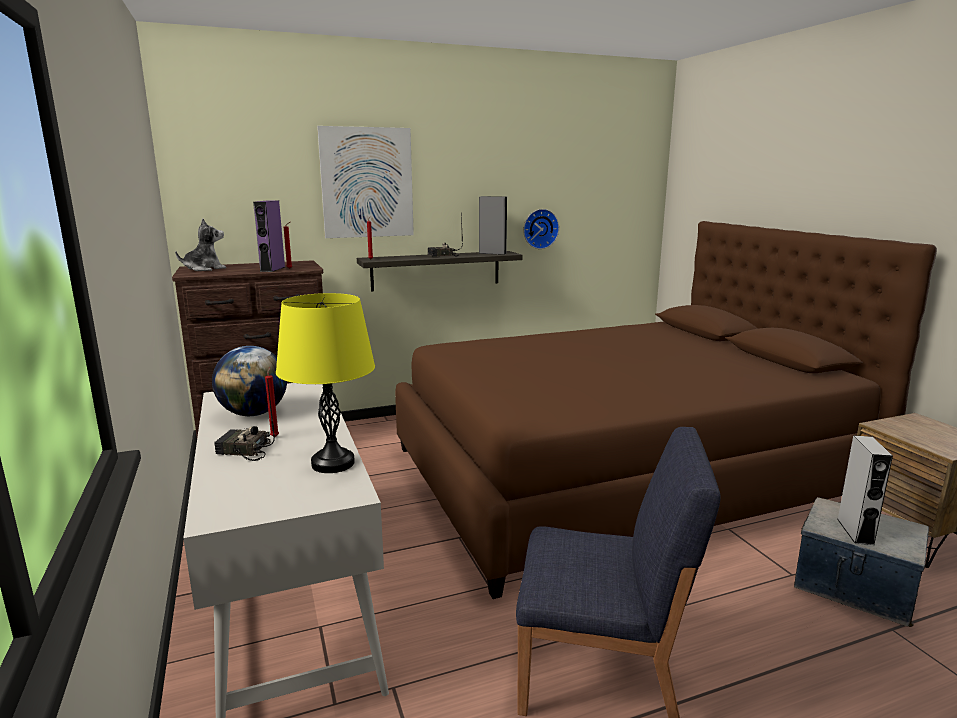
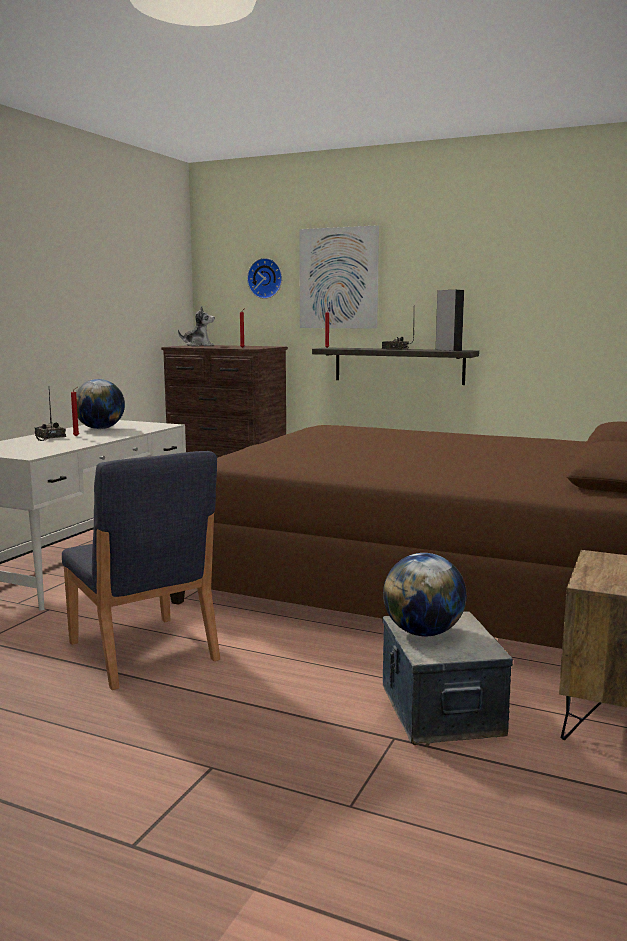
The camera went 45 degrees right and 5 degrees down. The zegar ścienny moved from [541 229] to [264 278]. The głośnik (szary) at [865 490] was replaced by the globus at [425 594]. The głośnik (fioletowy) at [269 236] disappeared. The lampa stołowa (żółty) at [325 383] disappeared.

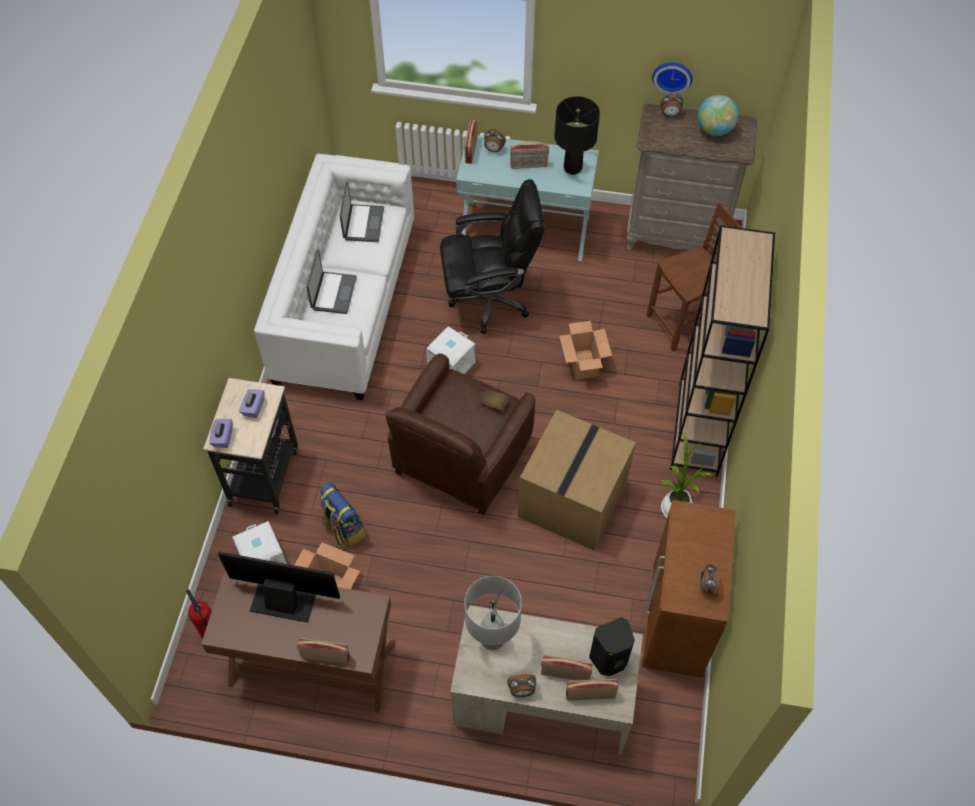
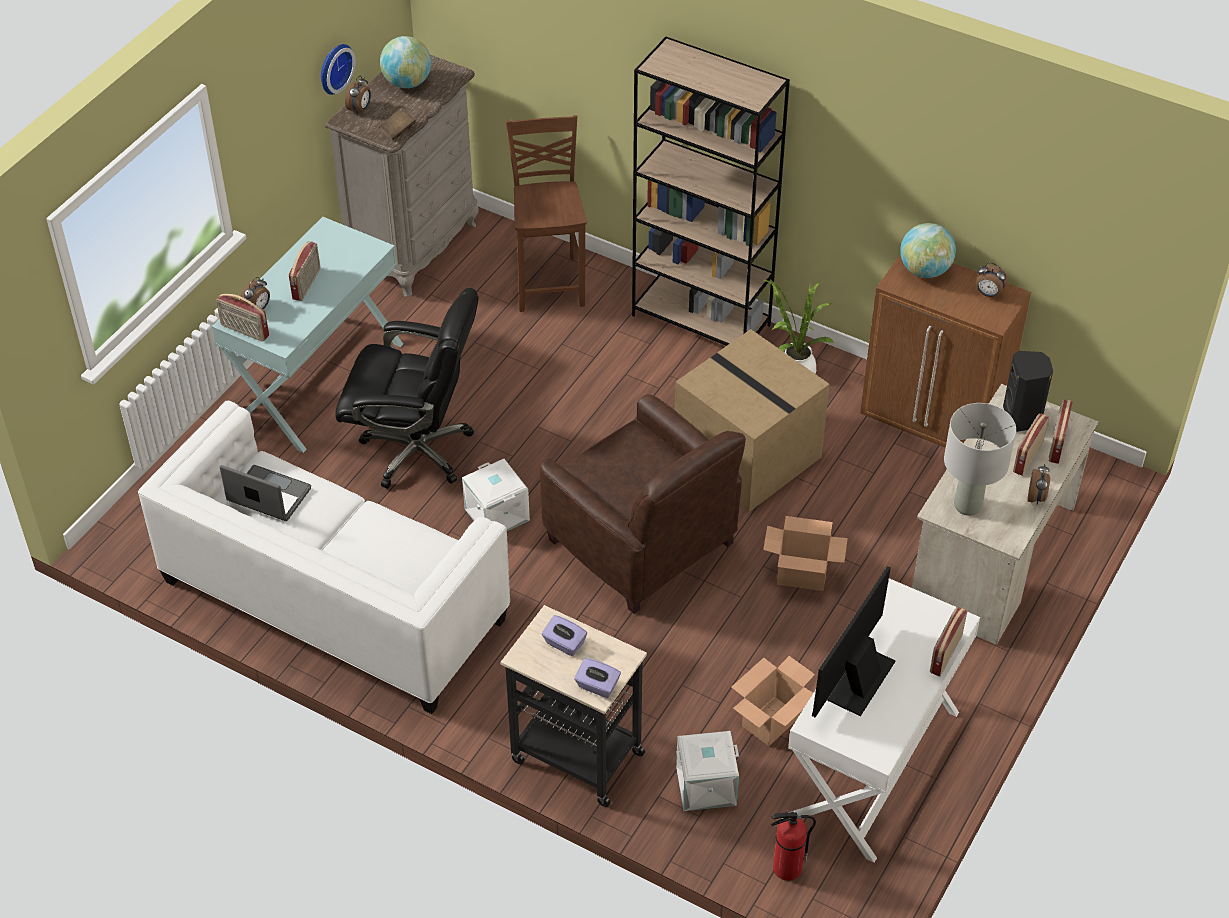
The camera went 70 degrees left and 10 degrees down. The krzesło biurowe (czarny) at [492 256] turned 90 degrees clockwise. The książka (brązowy) moved from [494 400] to [397 124]. The karton moved from [585 350] to [805 553]. The biurko (brązowy) at [298 641] became the biurko (biały) at [881 720]. The globus at [928 250] appeared. The laptop at [331 281] disappeared. The plecak at [342 516] disappeared. The lampa stołowa (czarny) at [577 135] disappeared.

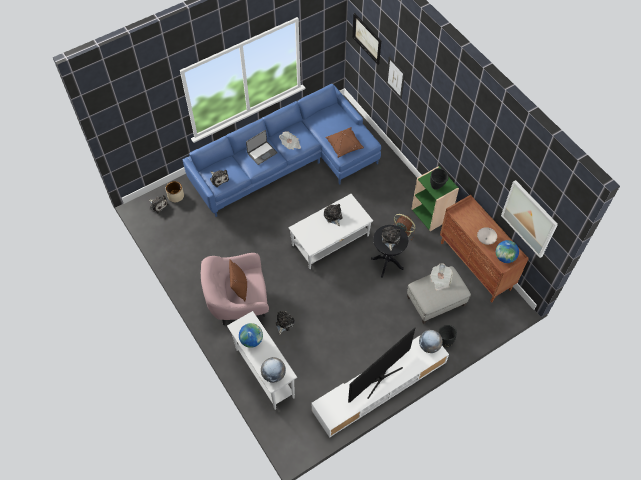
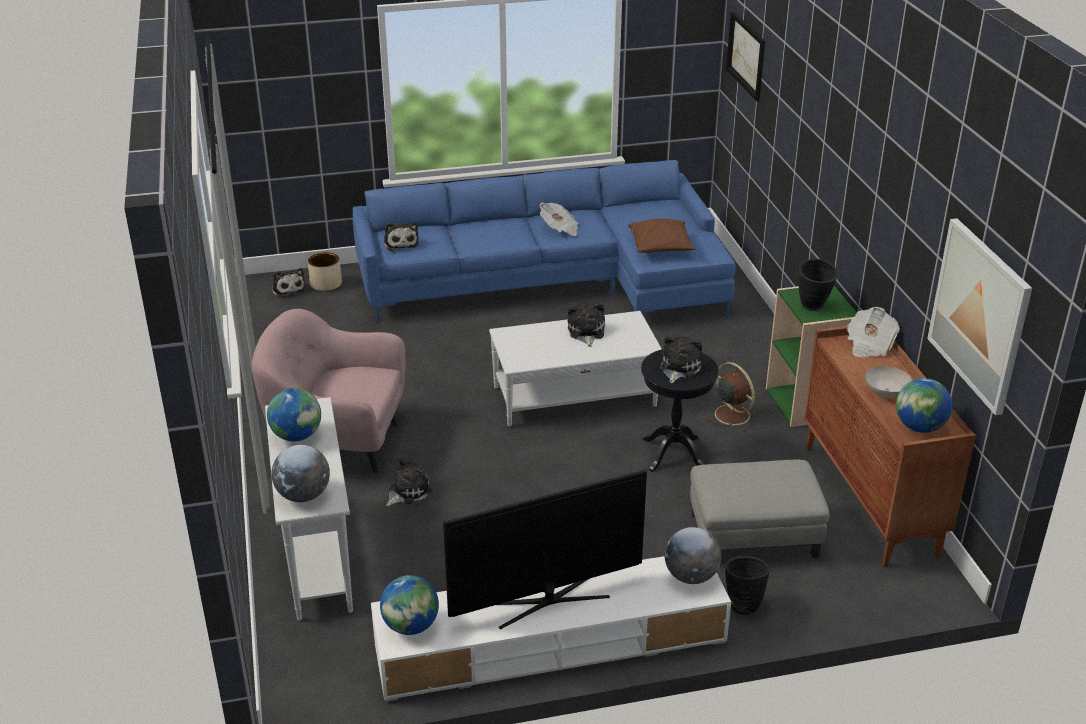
The camera went 20 degrees right and 25 degrees down. The globus at [409 605] appeared. The gazeta moved from [441 276] to [873 332]. The poduszka (brązowy) at [238 280] disappeared. The laptop at [262 147] disappeared. The obraz at [395 78] disappeared.

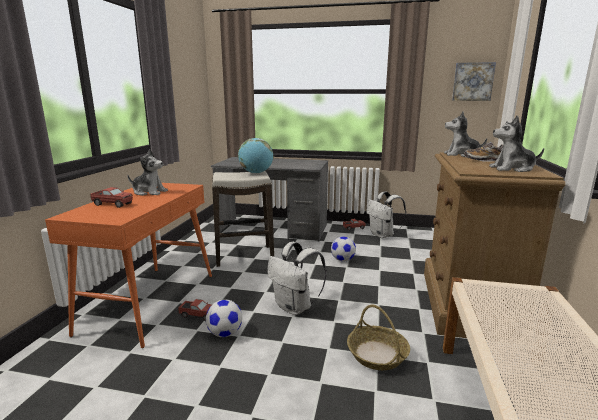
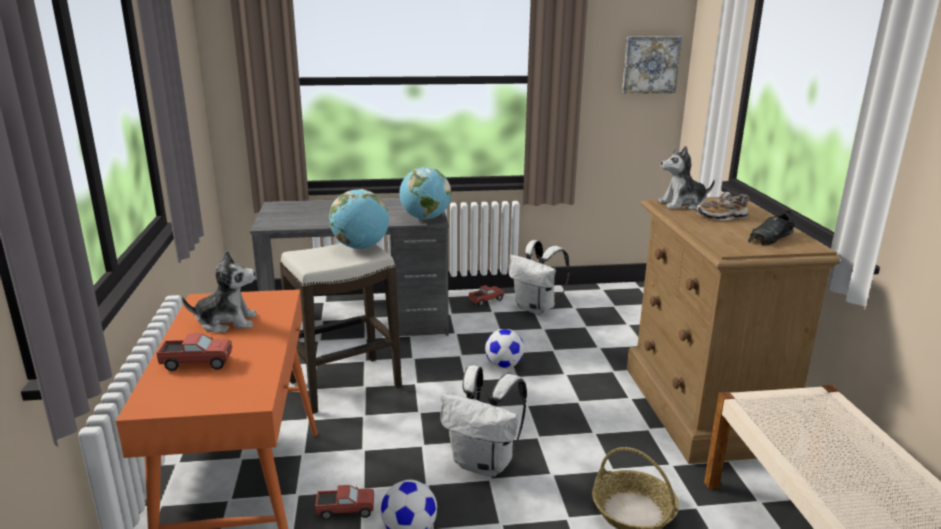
The camera went 20 degrees left and 5 degrees up. The globus at [425 193] appeared. The pluszak at [516 143] was replaced by the but (czarny) at [771 228].

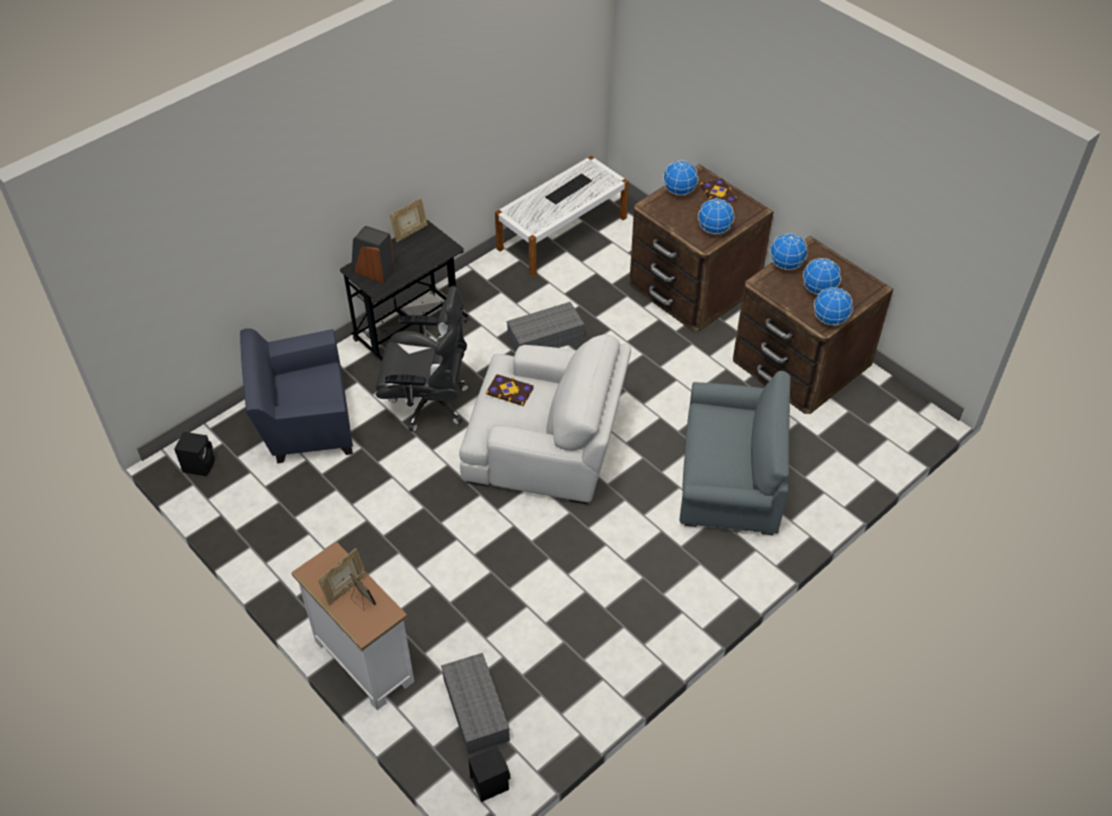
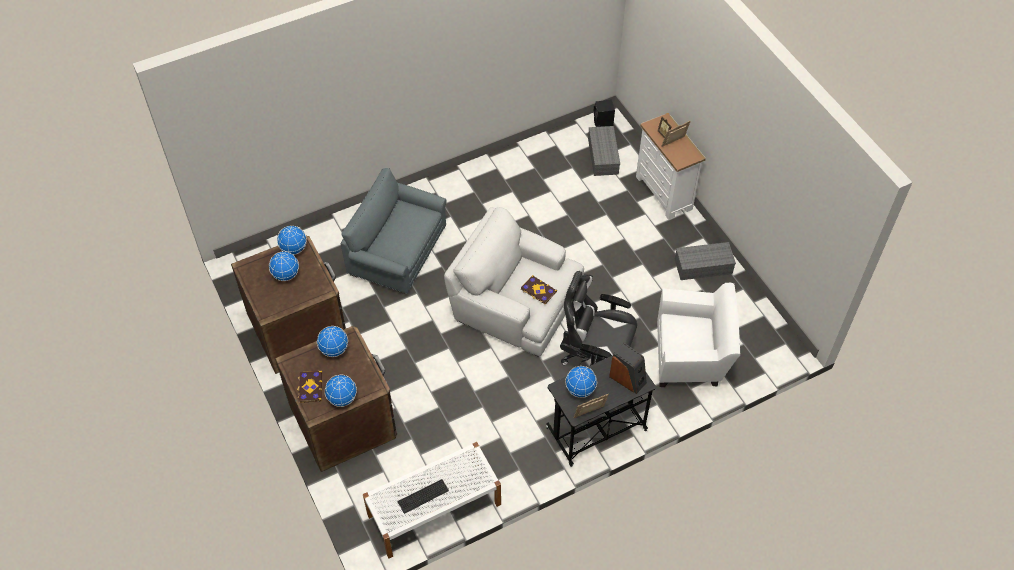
The camera went 165 degrees left and 5 degrees up. The globus moved from [789 251] to [581 382]. The fotel (niebieski) at [296 395] became the fotel (biały) at [698 334]. The pojemnik do przechowywania (szary) moved from [546 326] to [705 261]. The głośnik (czarny) at [194 454] disappeared.

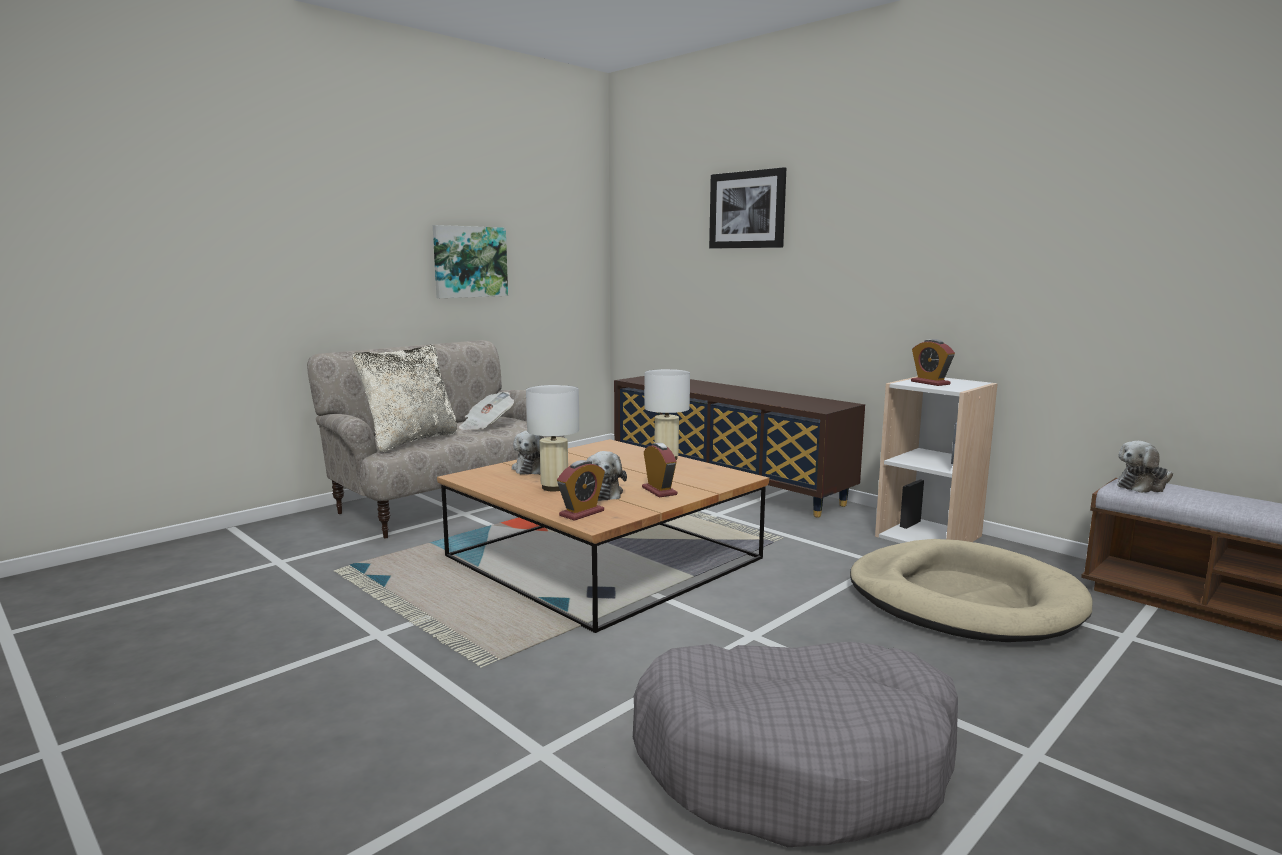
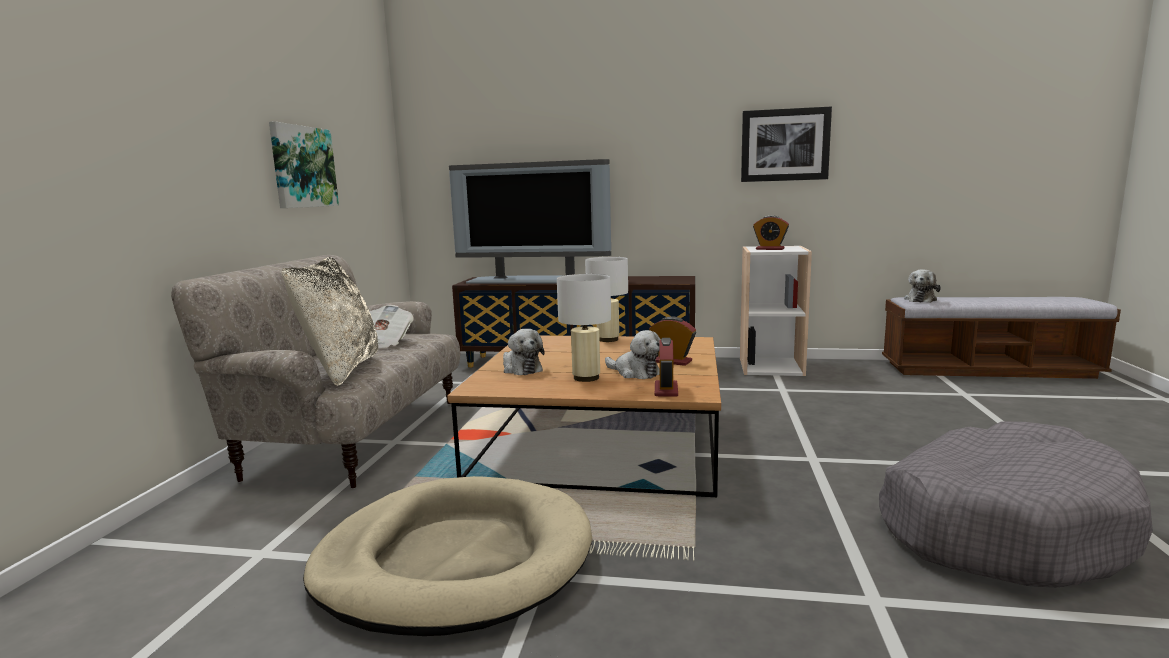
The camera went 35 degrees left and 0 degrees up. The legowisko (beżowy) moved from [971 590] to [447 556]. The telewizor at [530 221] appeared. The obraz moved from [747 208] to [786 144].

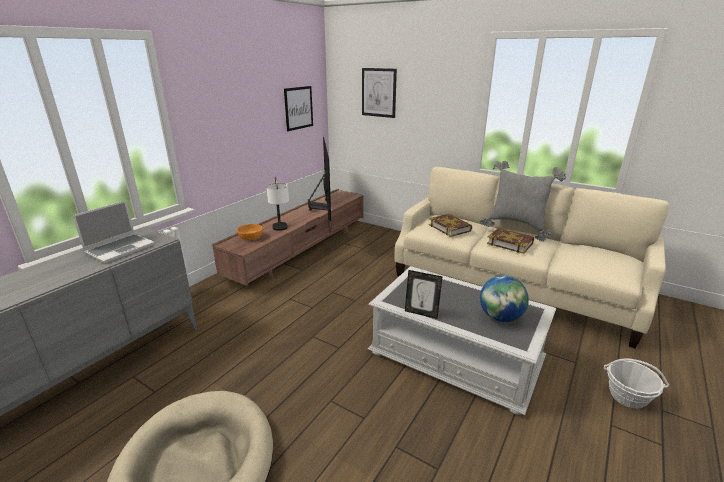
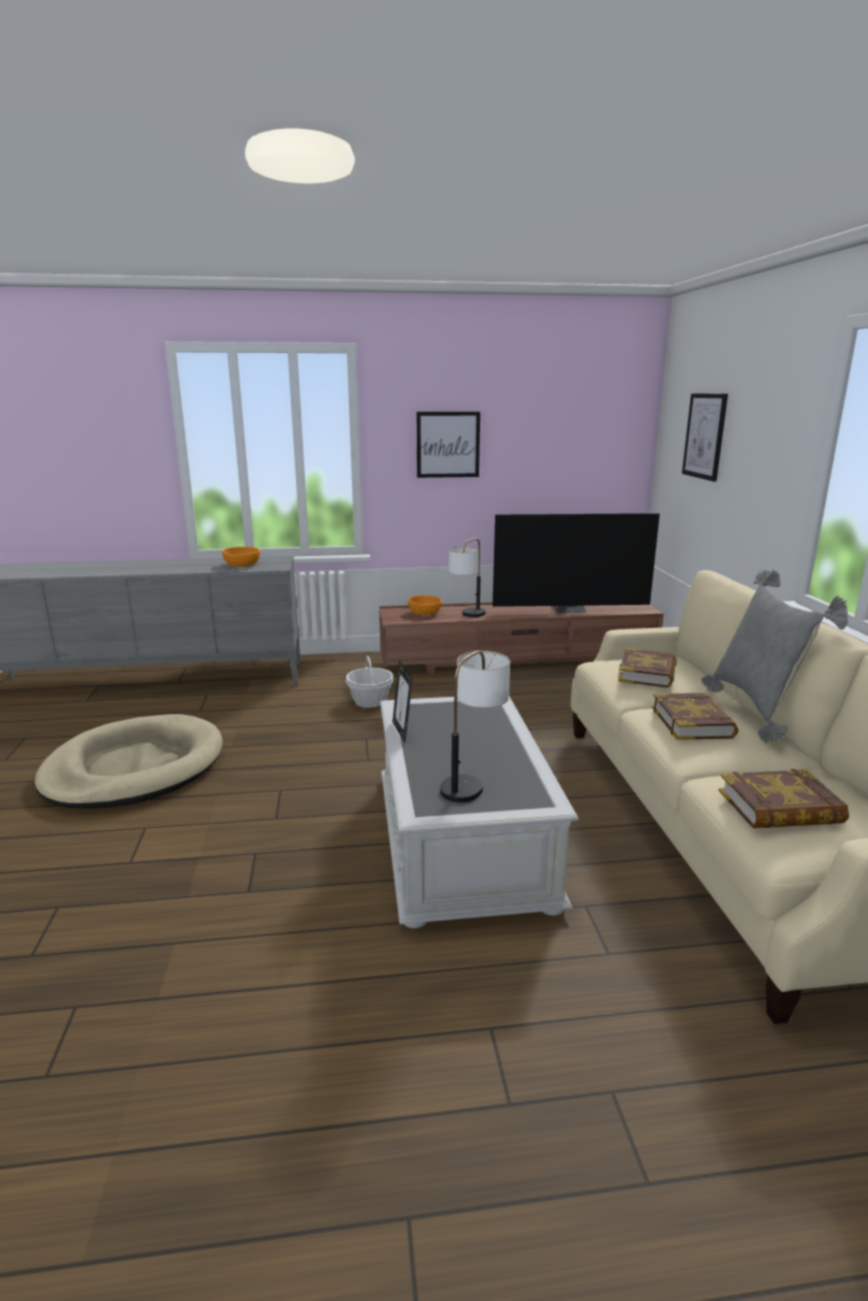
The camera went 50 degrees right and 5 degrees down. The laptop at [113 231] was replaced by the miska (pomarańczowy) at [241 557]. The koszyk moved from [636 383] to [369 682]. The obraz moved from [298 108] to [448 445]. The globus at [504 298] was replaced by the lampa stołowa at [475 726]. The telewizor at [319 179] turned 45 degrees clockwise. The książka at [784 798] appeared.

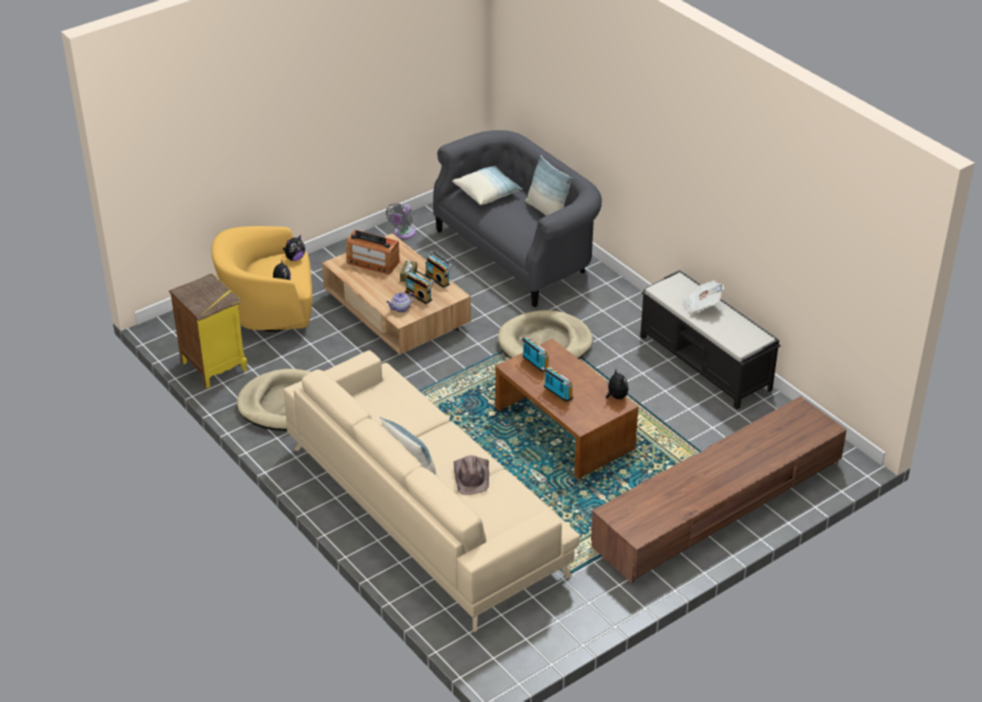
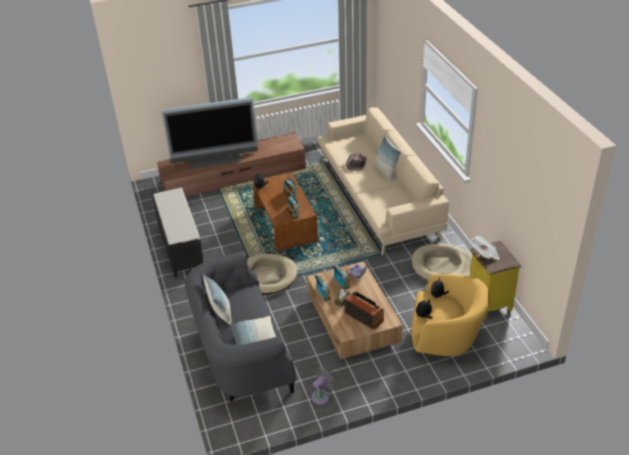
The camera went 160 degrees left and 0 degrees up. The telewizor at [210 133] appeared. The gazeta moved from [702 297] to [485 248].

